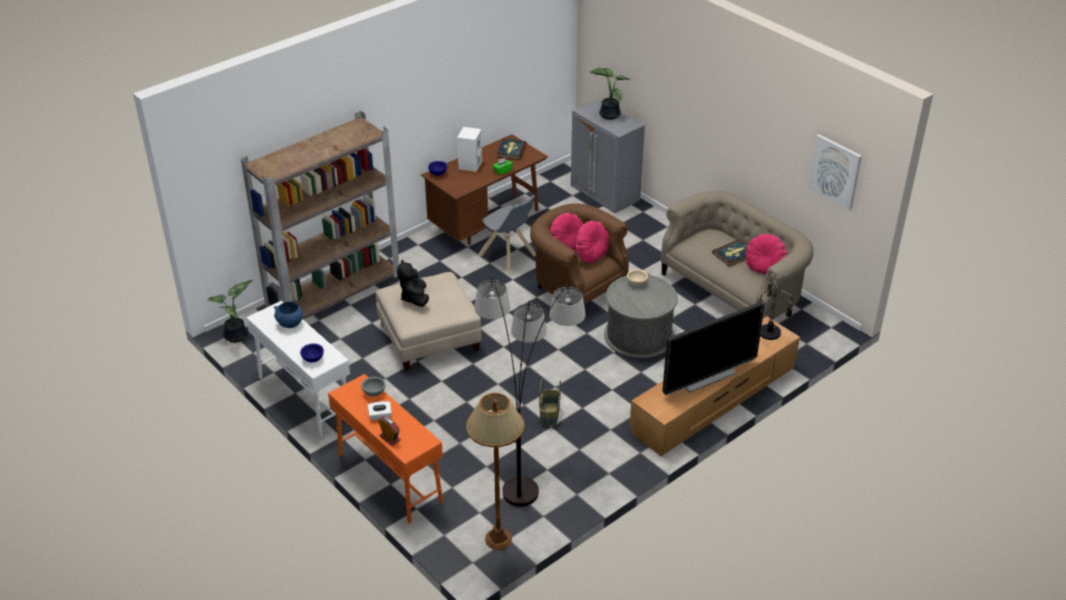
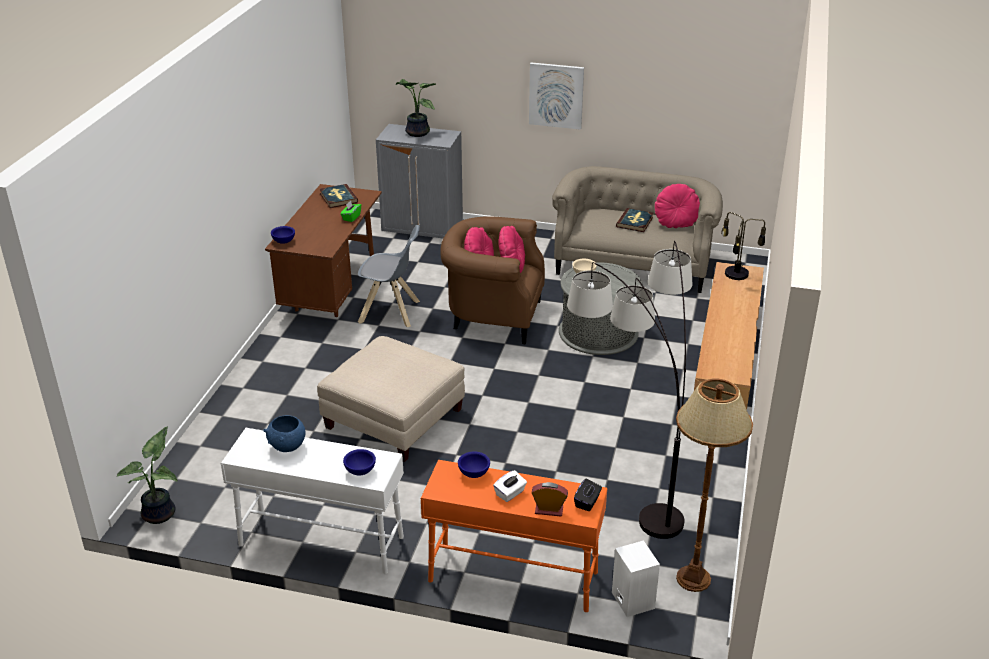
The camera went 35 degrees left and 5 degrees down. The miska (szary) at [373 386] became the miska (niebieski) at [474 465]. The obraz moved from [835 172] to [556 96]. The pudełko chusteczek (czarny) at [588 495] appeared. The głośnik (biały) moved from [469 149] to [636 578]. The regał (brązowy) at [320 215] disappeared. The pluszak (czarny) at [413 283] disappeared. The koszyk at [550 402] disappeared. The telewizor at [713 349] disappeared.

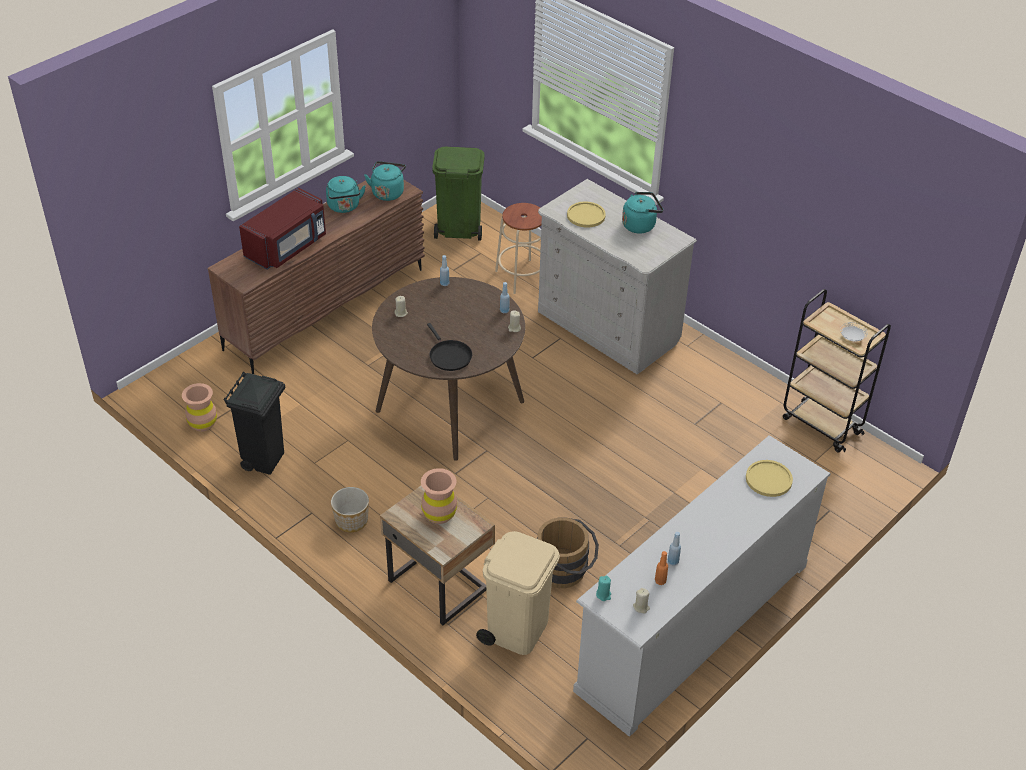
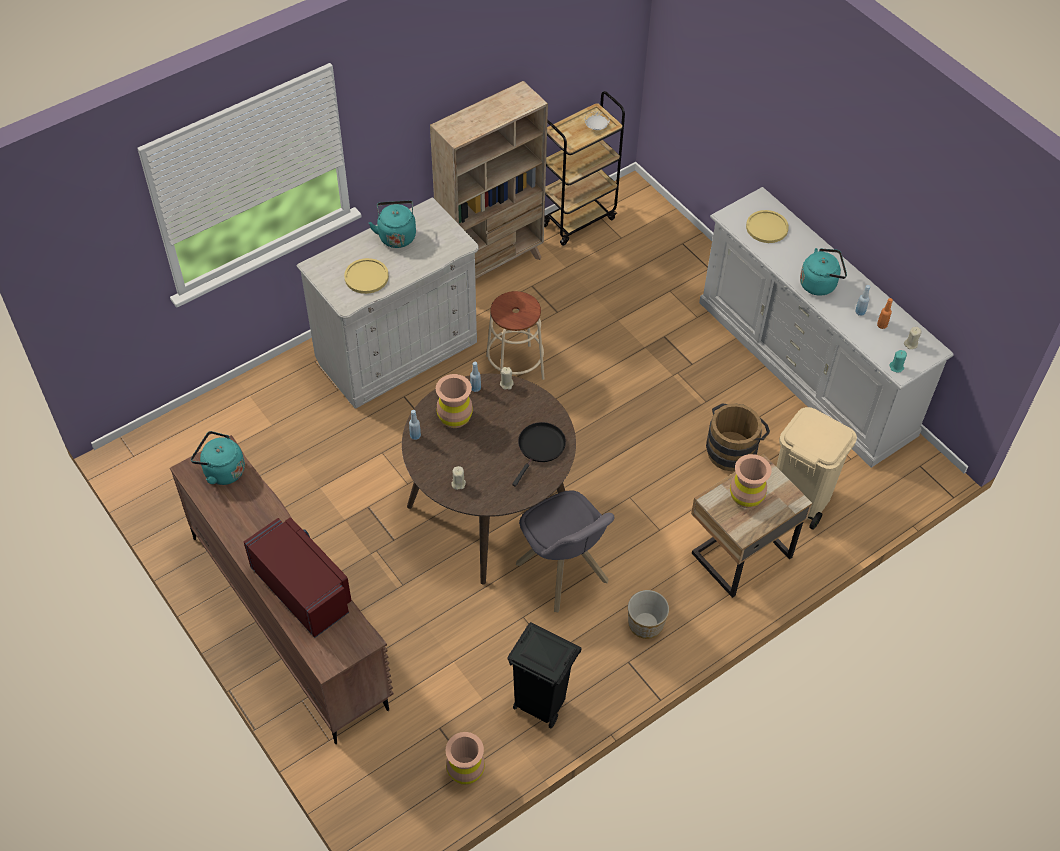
The camera went 80 degrees left and 10 degrees up. The regał (beżowy) at [489 180] appeared. The wazon (brązowy) at [454 401] appeared. The stołek (beżowy) moved from [518 248] to [515 335]. The patelnia (czarny) at [449 347] turned 45 degrees counterclockwise. The krzesło (szary) at [565 551] appeared. The czajnik (turkusowy) moved from [346 194] to [823 272]. The kosz na śmieci (zielony) at [458 194] disappeared.

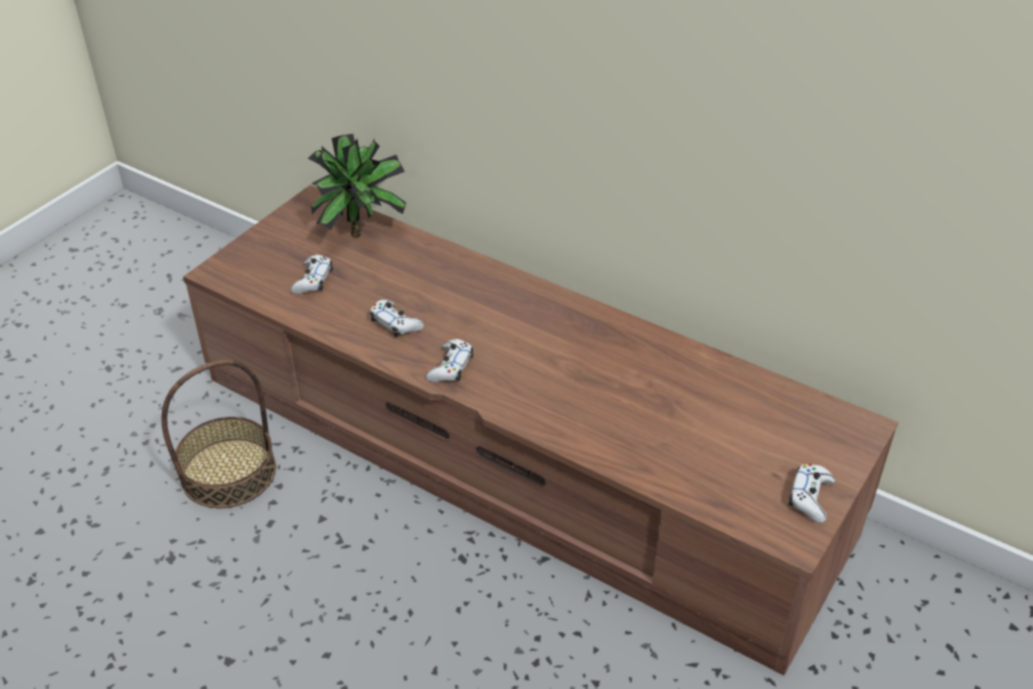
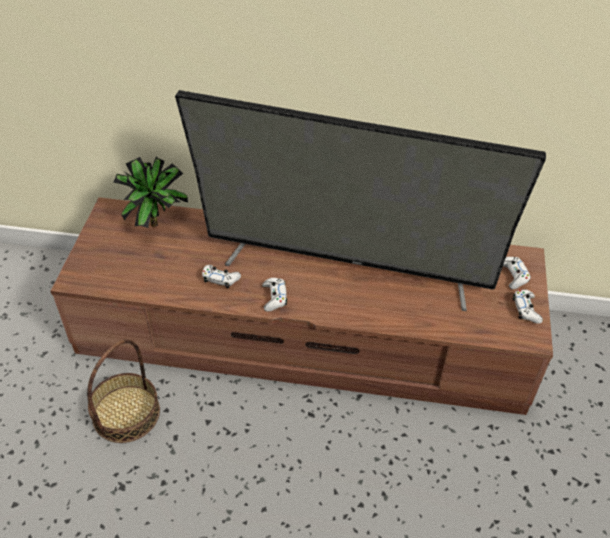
The camera went 25 degrees left and 5 degrees up. The telewizor at [360 200] appeared. The pad do gier (biały) moved from [312 274] to [517 273].

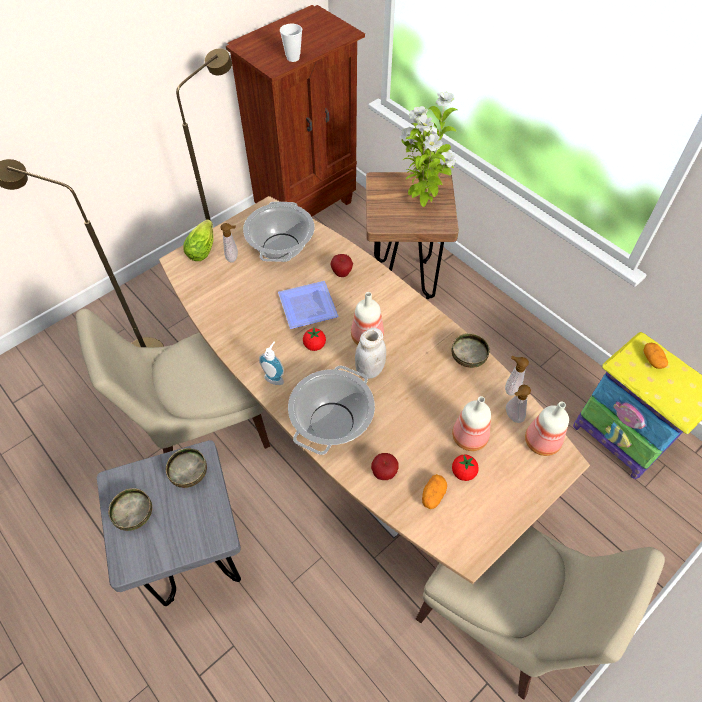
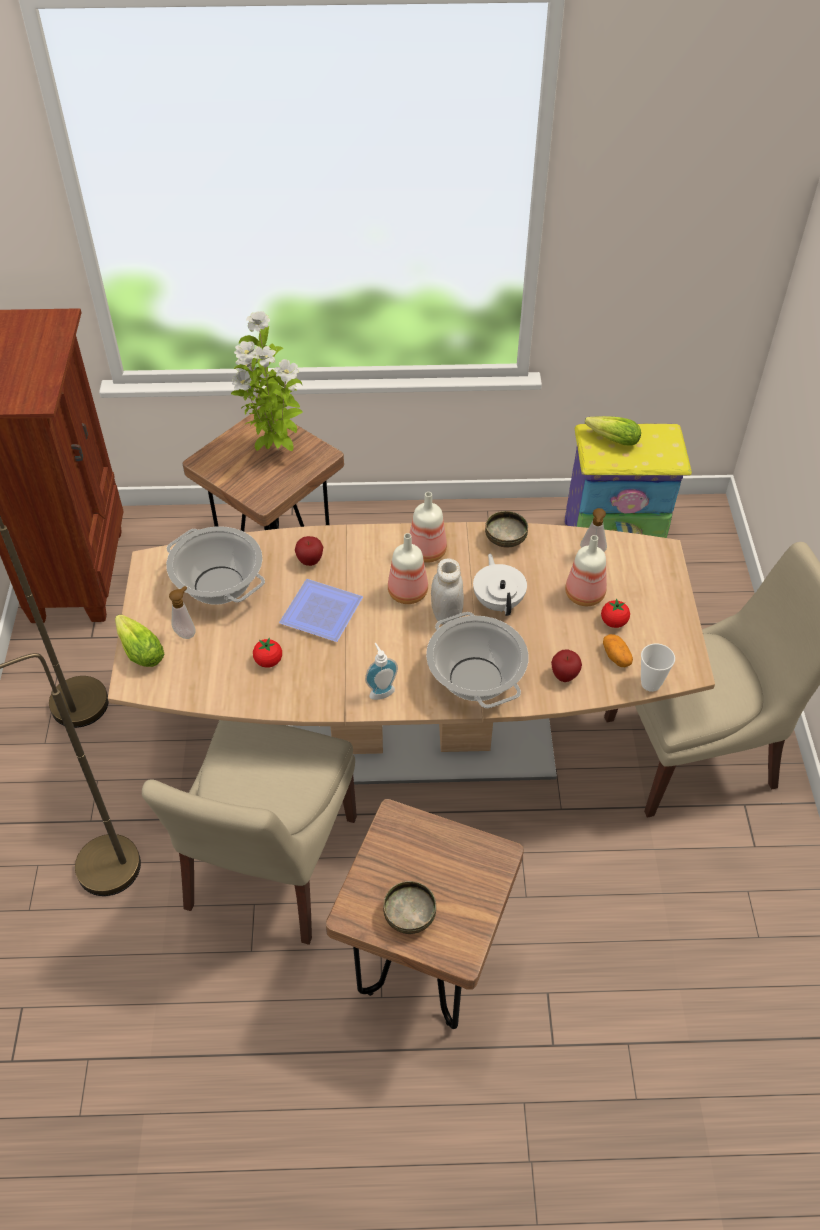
The camera went 50 degrees left and 5 degrees down. The pomidor moved from [314 339] to [267 653]. The stołek (szary) at [169 523] became the stołek (brązowy) at [425 914]. The butelka moved from [547 429] to [428 527]. The imbryk (biały) at [500 585] appeared. The ziemniak at [655 356] was replaced by the sałata at [613 430]. The filiżanka moved from [291 43] to [658 667]. The miska at [186 468] disappeared. The dozownik mydła at [517 376] disappeared.

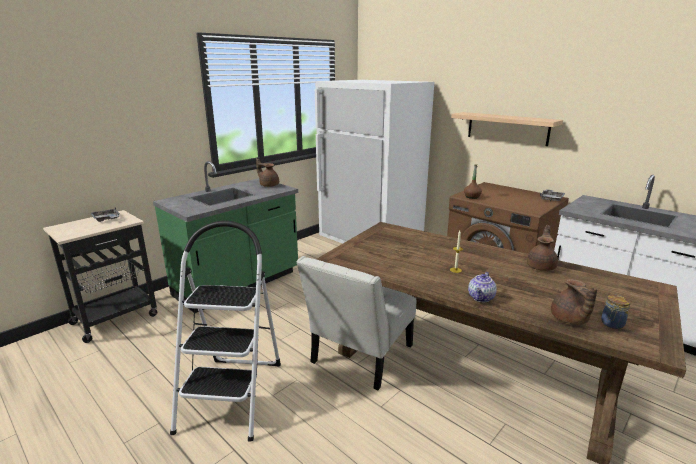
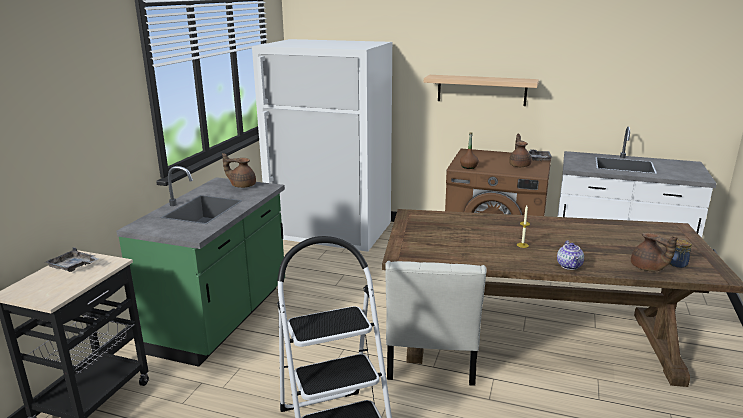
The camera went 25 degrees left and 0 degrees up. The imbryk (brązowy) moved from [542 248] to [520 150].

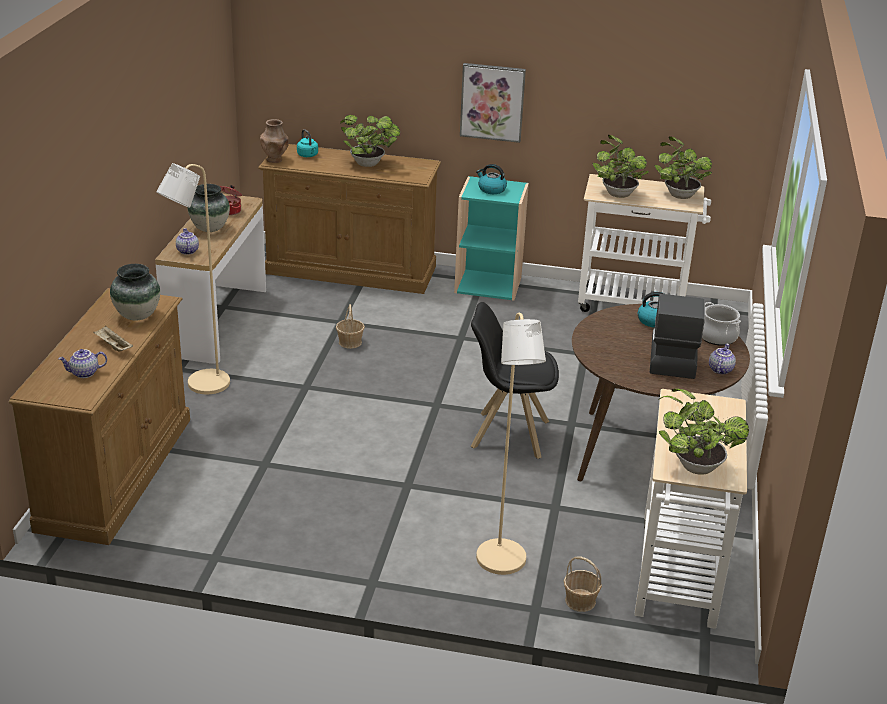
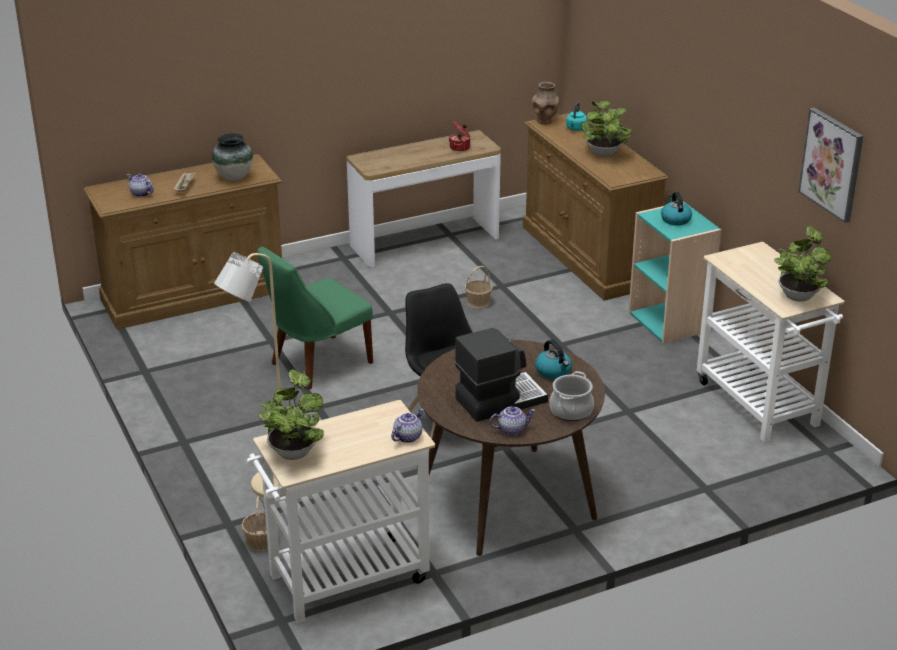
The camera went 55 degrees right and 0 degrees up. The krzesło (zielony) at [315 318] appeared. The imbryk moved from [187 241] to [407 426]. The obraz moved from [493 103] to [830 165]. The lampa stojąca (beżowy) at [193 278] disappeared. The wazon at [209 208] disappeared. The roślina doniczkowa at [620 166] disappeared.

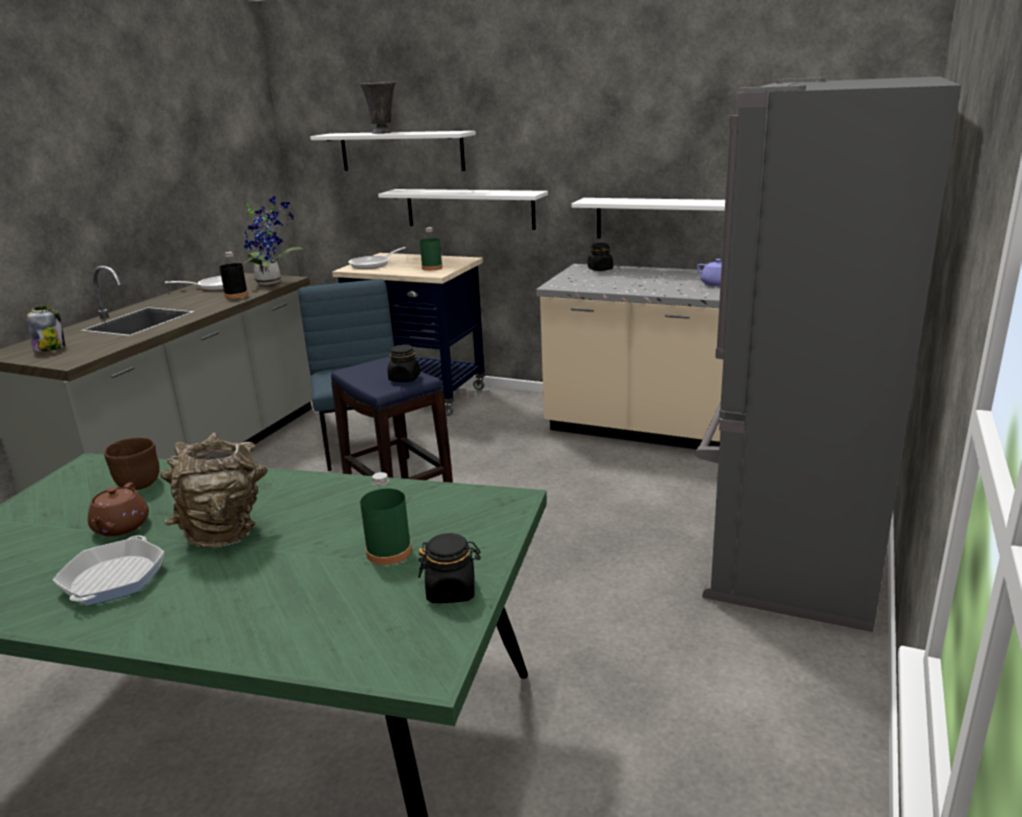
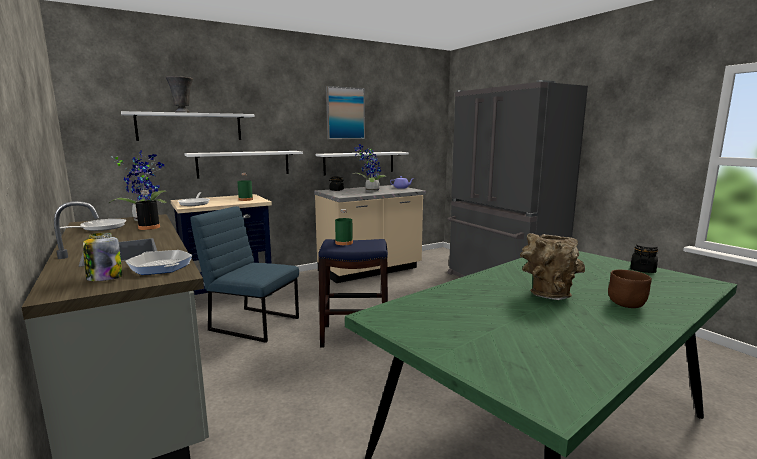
The camera went 55 degrees left and 10 degrees down. The patelnia moved from [109 570] to [159 262]. The obraz at [345 112] appeared. The butelka (zielony) moved from [386 518] to [344 227]. The roślina doniczkowa at [369 168] appeared. The miska (brązowy) moved from [132 463] to [630 289]. The imbryk (brązowy) at [118 509] disappeared. The słoik (czarny) at [403 363] disappeared.

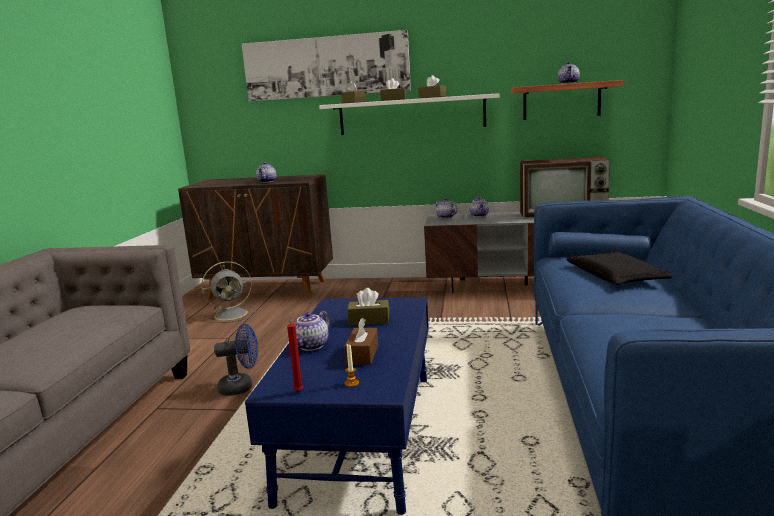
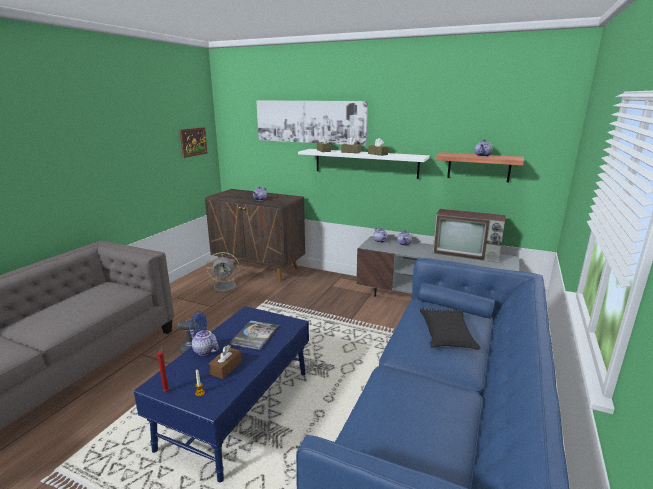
The camera went 15 degrees right and 5 degrees up. The obraz at [194 142] appeared. The imbryk at [308 331] turned 75 degrees clockwise. The pudełko chusteczek (brązowy) at [368 307] was replaced by the książka at [254 335].

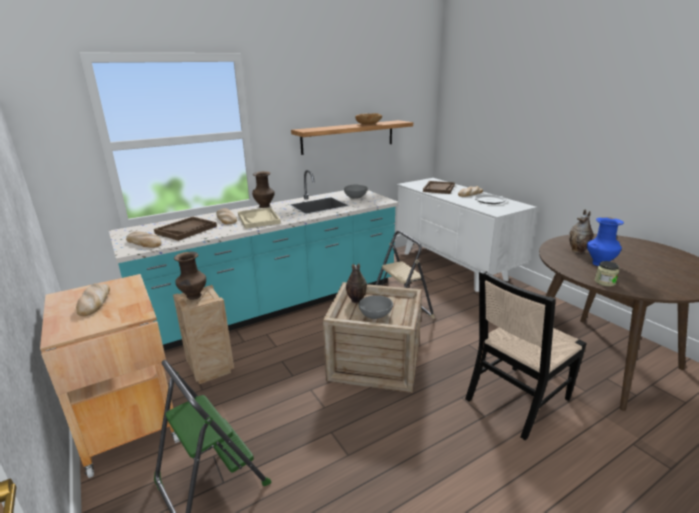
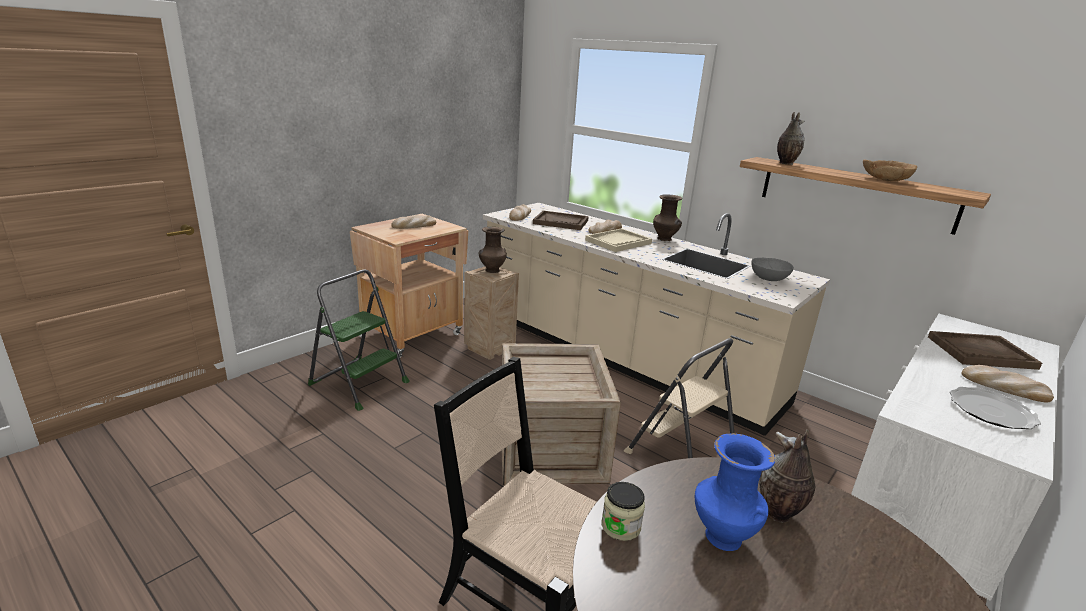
The camera went 70 degrees right and 0 degrees up. The zabudowa kuchenna (turkusowy) at [254 260] became the zabudowa kuchenna (beżowy) at [656 319]. The wazon moved from [356 283] to [791 138]. The miska (szary) at [376 307] disappeared.

